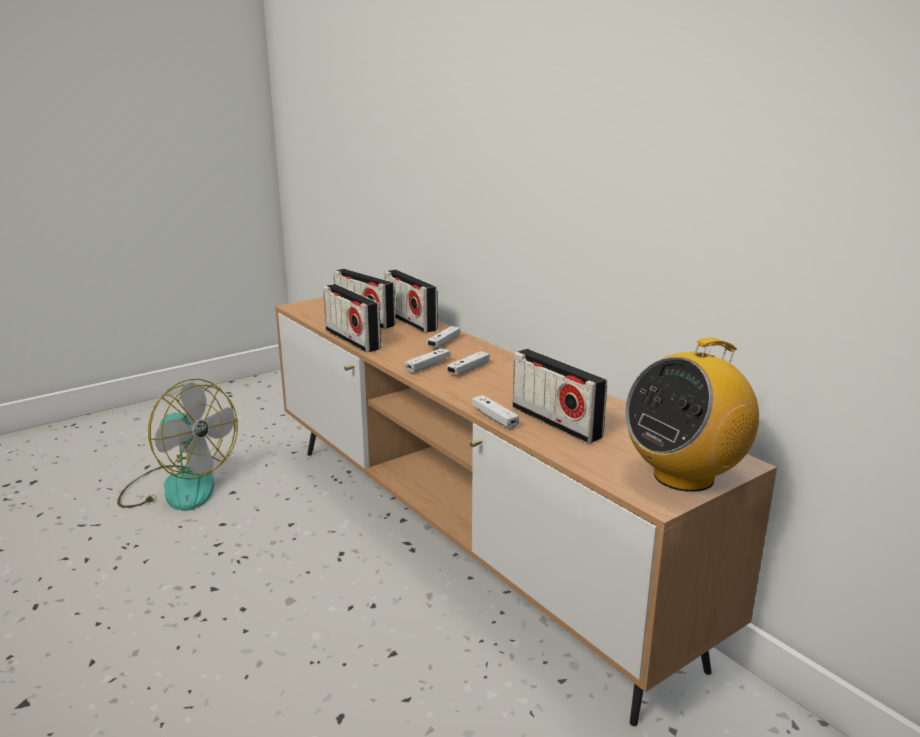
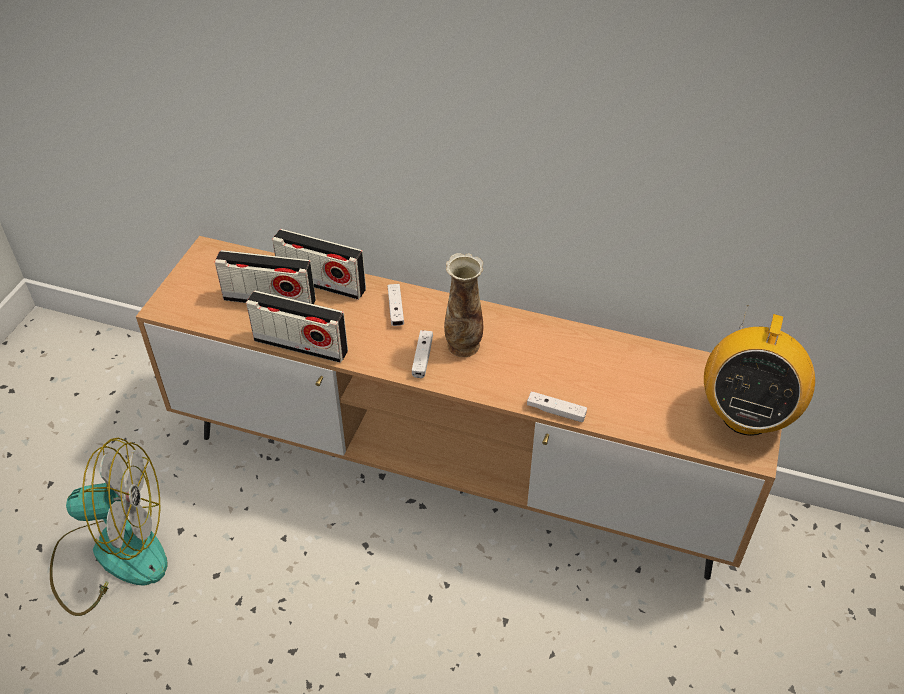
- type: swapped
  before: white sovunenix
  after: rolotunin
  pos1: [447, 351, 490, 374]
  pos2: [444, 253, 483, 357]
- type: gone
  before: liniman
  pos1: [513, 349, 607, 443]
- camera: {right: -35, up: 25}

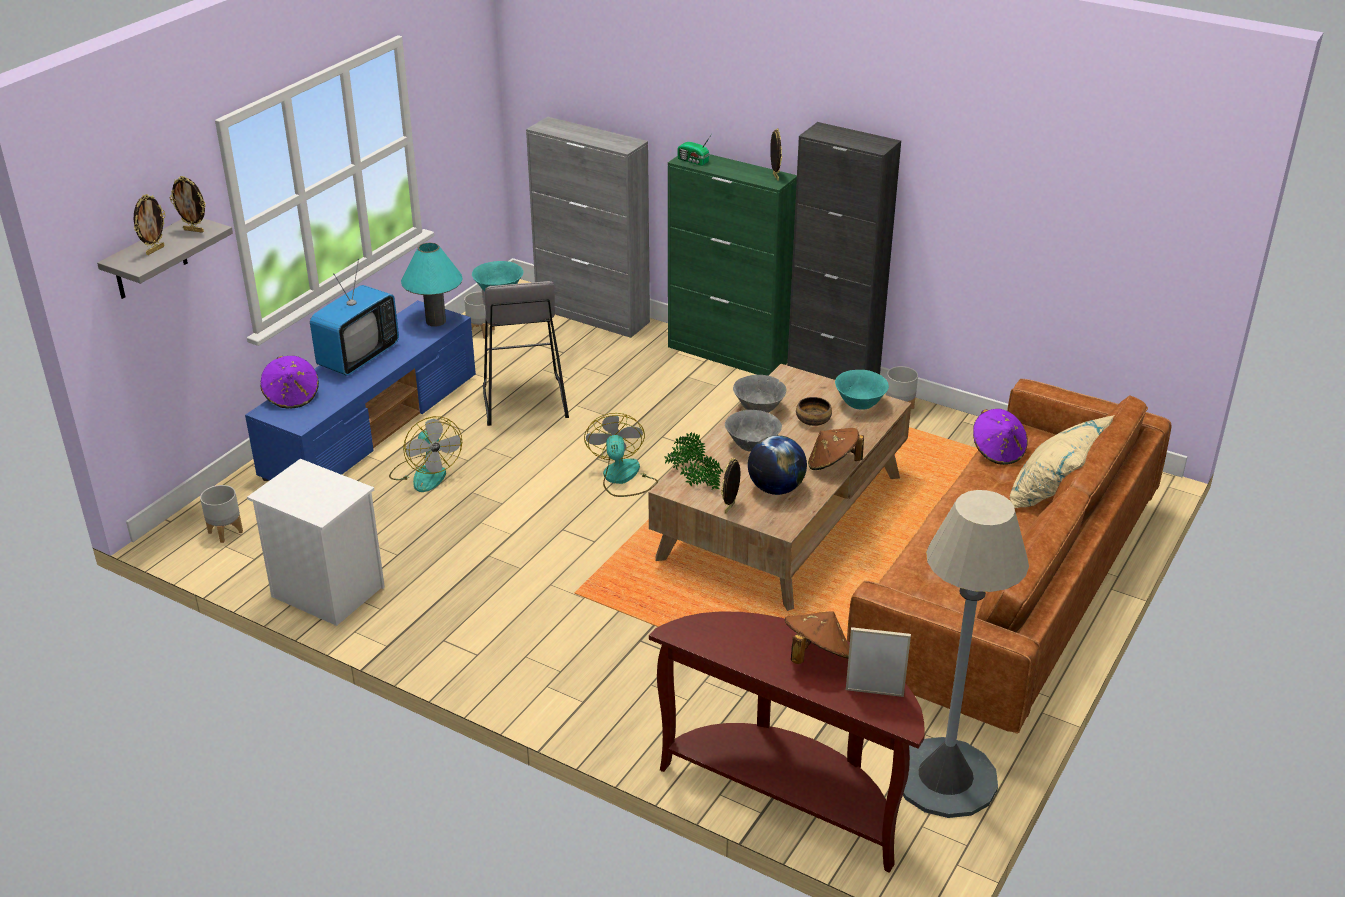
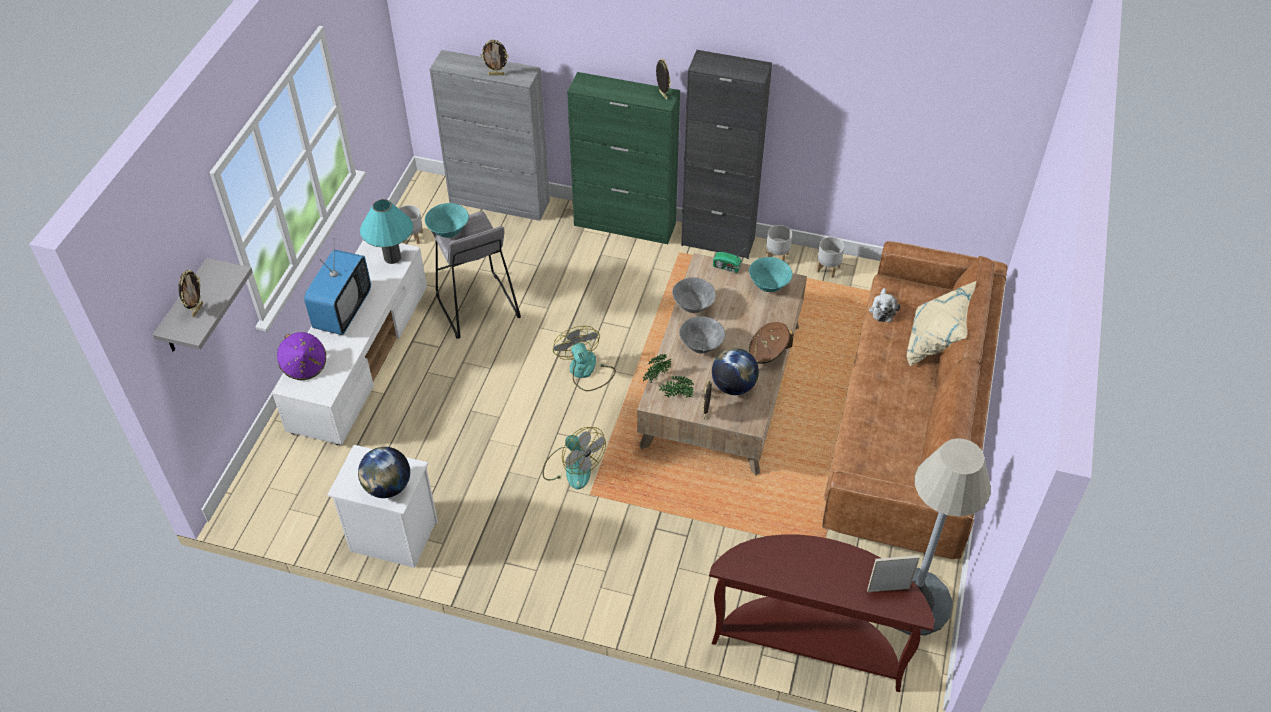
- type: repainted
  before: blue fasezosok
  after: white fasezosok
  pos1: [245, 300, 476, 481]
  pos2: [272, 241, 427, 445]
- type: new
  after: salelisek
  pos2: [358, 447, 410, 498]
- type: shifted
  before: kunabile
  pos1: [170, 176, 205, 233]
  pos2: [481, 40, 509, 75]
- type: shifted
  before: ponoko
  pos1: [389, 416, 462, 492]
  pos2: [543, 427, 606, 489]
- type: shifted
  before: liniman
  pos1: [677, 135, 711, 166]
  pos2: [713, 249, 744, 273]
- type: shifted
  before: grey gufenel
  pos1: [200, 485, 243, 543]
  pos2: [816, 237, 845, 278]
- type: swapped
  before: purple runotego
  after: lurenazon
  pos1: [973, 409, 1028, 465]
  pos2: [869, 288, 900, 322]
- type: gone
  before: brown runotego
  pos1: [785, 611, 849, 664]
- type: gone
  before: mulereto
  pos1: [796, 397, 832, 426]
- camera: {right: -15, up: 15}

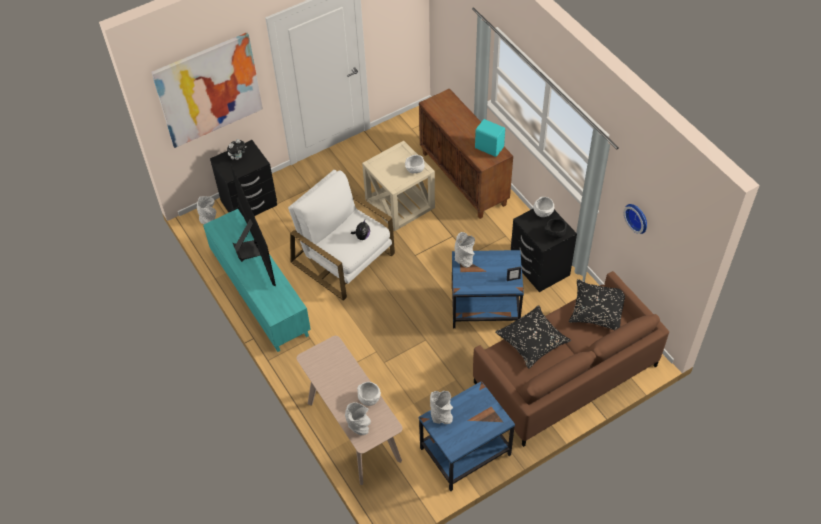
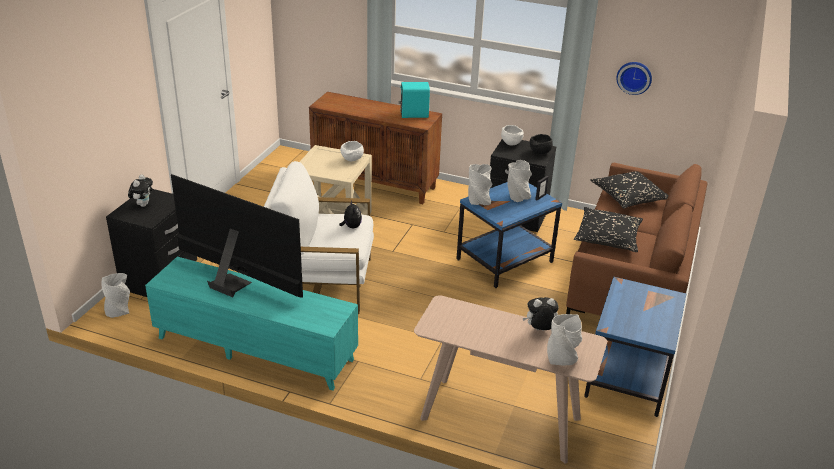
- type: shifted
  before: grey rolotunin
  pos1: [430, 391, 453, 424]
  pos2: [508, 160, 532, 202]
- type: swapped
  before: white mulereto
  after: lurenazon
  pos1: [357, 382, 381, 406]
  pos2: [523, 297, 559, 331]
- type: gone
  before: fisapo
  pos1: [151, 32, 263, 148]
- camera: {right: -40, up: -20}

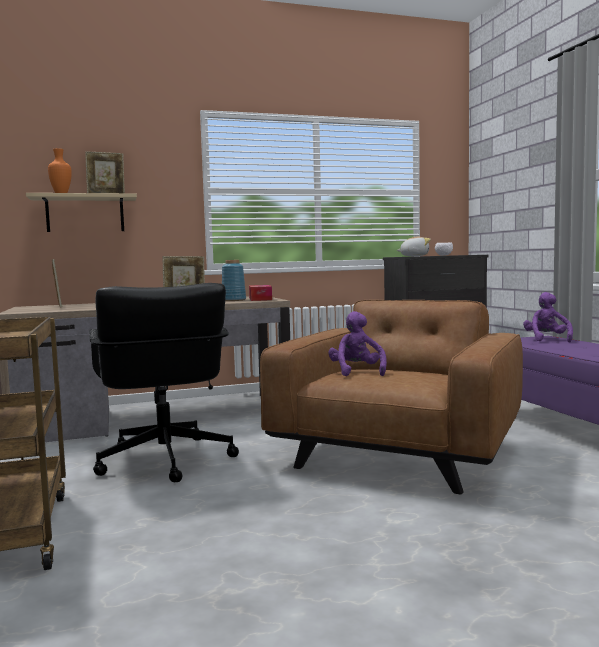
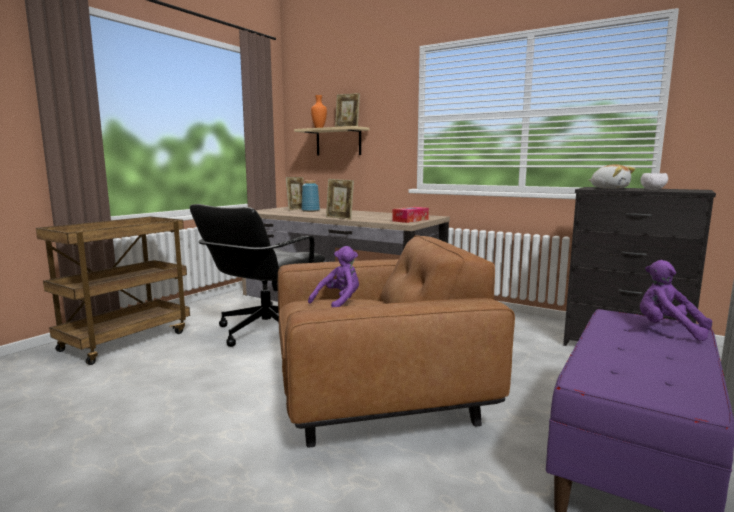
- type: shifted
  before: blue rolotunin
  pos1: [222, 260, 246, 301]
  pos2: [301, 181, 320, 212]
- type: rotated
  before: purple lurenazon
  pos1: [523, 292, 573, 343]
  pos2: [640, 260, 712, 341]
  turn: -105
- camera: {right: 50, up: 5}

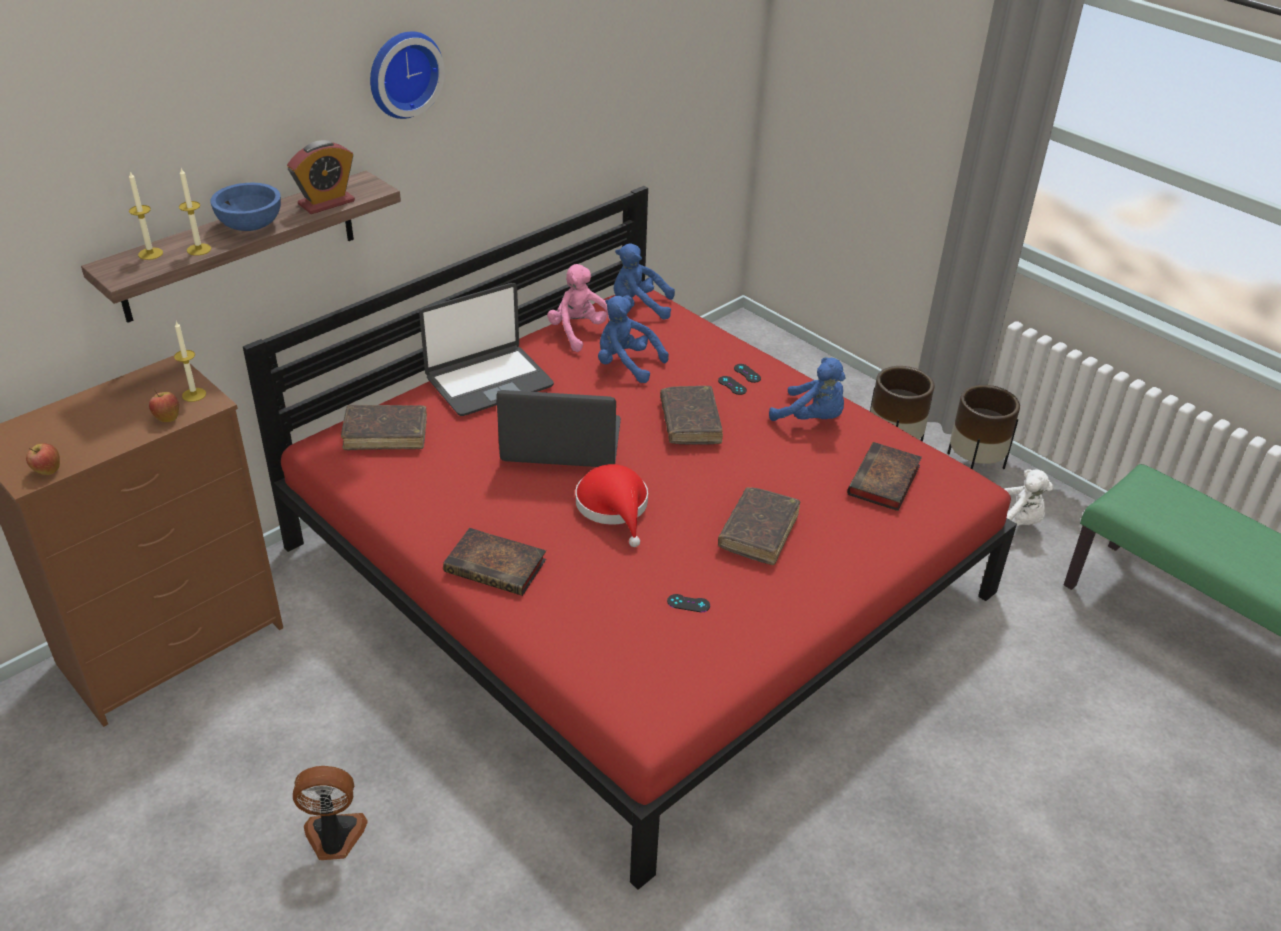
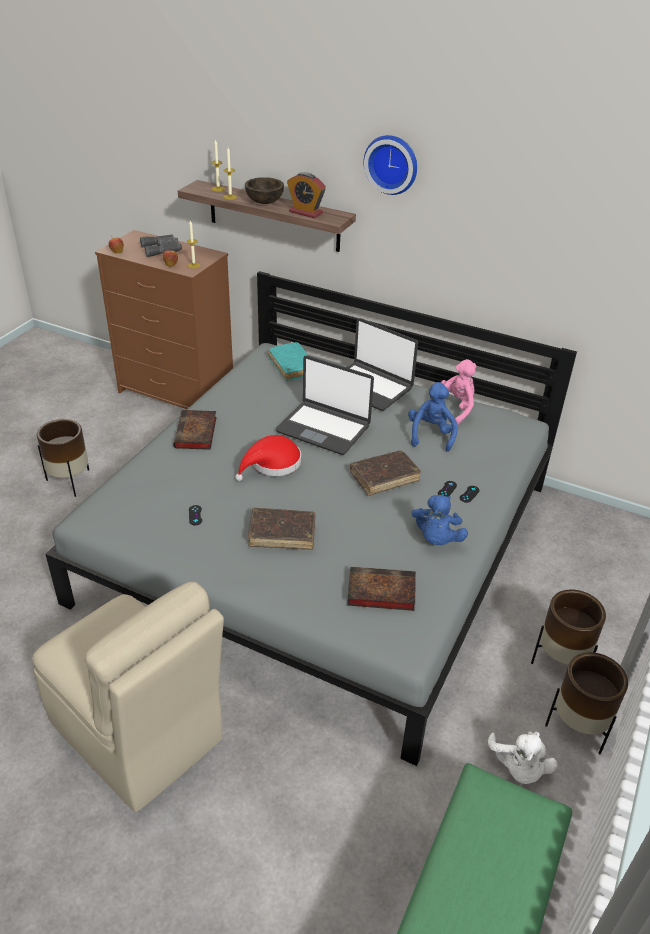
- type: new
  after: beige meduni
  pos2: [33, 582, 224, 812]
- type: swapped
  before: ponoko
  after: brown gufenel
  pos1: [293, 766, 368, 860]
  pos2: [37, 419, 89, 497]
- type: repainted
  before: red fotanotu
  after: grey fotanotu
  pos1: [243, 186, 1017, 890]
  pos2: [45, 271, 577, 766]
- type: new
  after: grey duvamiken
  pos2: [140, 234, 182, 257]
- type: repainted
  before: blue mulereto
  after: brown mulereto
  pos1: [210, 183, 281, 231]
  pos2: [245, 177, 284, 204]
- type: repainted
  before: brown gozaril
  after: turquoise gozaril
  pos1: [341, 405, 427, 450]
  pos2: [268, 342, 309, 381]
- type: rotated
  before: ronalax
  pos1: [496, 390, 621, 467]
  pos2: [276, 356, 374, 455]
  turn: 135
- type: gone
  before: blue lurenazon
  pos1: [614, 244, 675, 320]
- camera: {right: 70, up: 0}

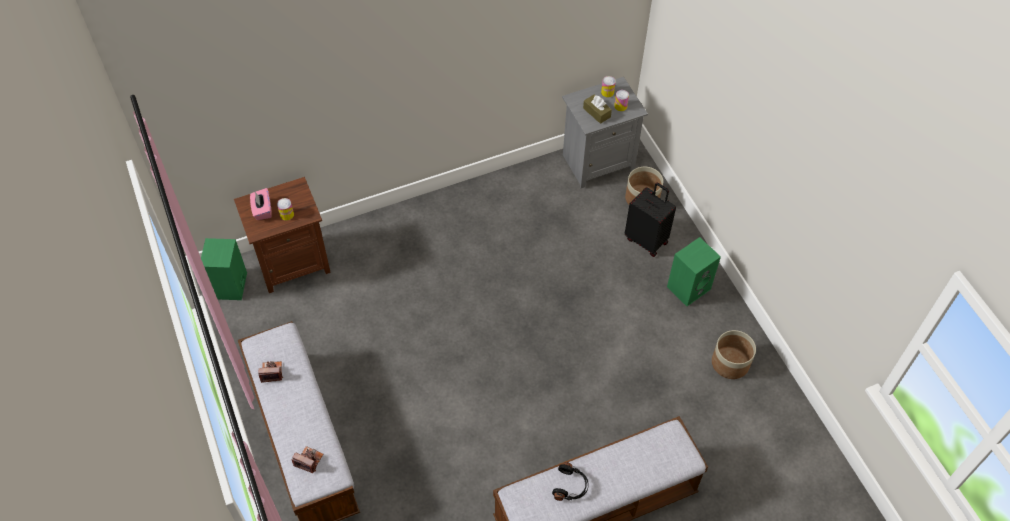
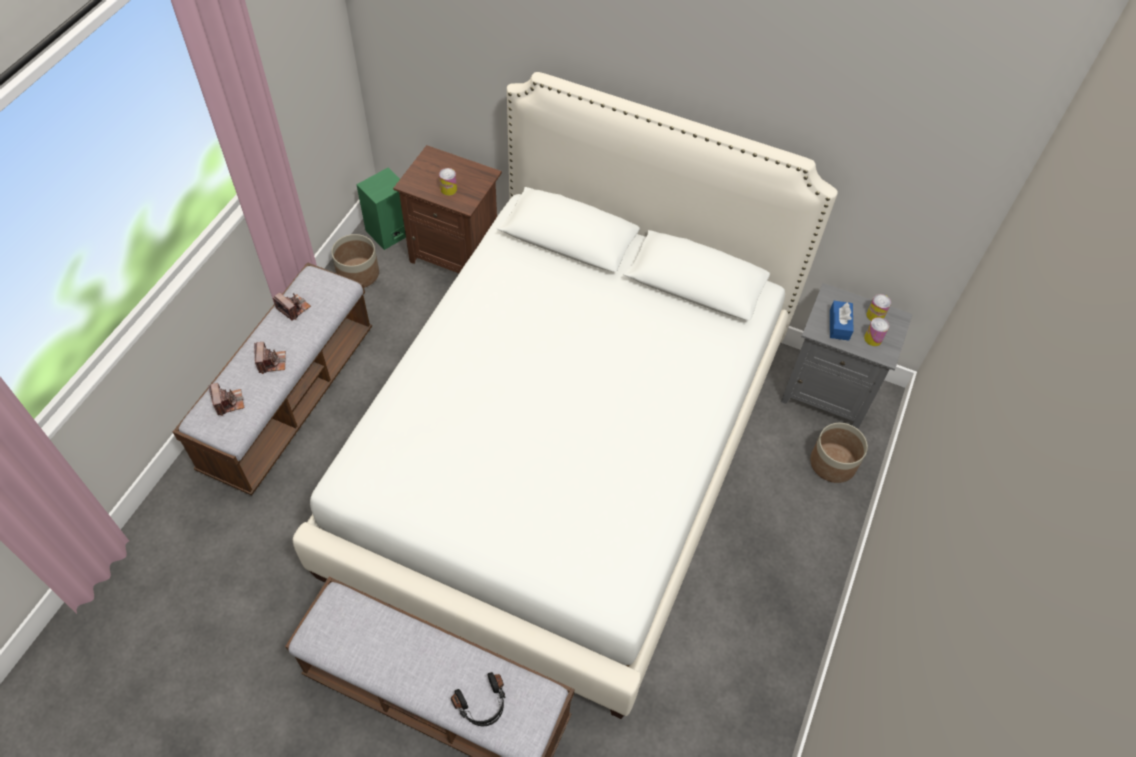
- type: new
  after: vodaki
  pos2: [254, 342, 286, 374]
- type: new
  after: white fotanotu
  pos2: [293, 72, 838, 719]
- type: shifted
  before: gufenel
  pos1: [712, 330, 756, 379]
  pos2: [331, 234, 379, 288]
- type: shifted
  before: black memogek
  pos1: [552, 462, 589, 501]
  pos2: [451, 672, 506, 726]
- type: repainted
  before: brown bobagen
  after: blue bobagen
  pos1: [583, 94, 612, 124]
  pos2: [830, 301, 854, 341]
- type: gone
  before: pink bobagen
  pos1: [250, 188, 272, 220]
- type: gone
  before: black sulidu
  pos1: [625, 183, 676, 257]
- type: gone
  before: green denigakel
  pos1: [667, 237, 721, 306]
- camera: {right: 45, up: 0}

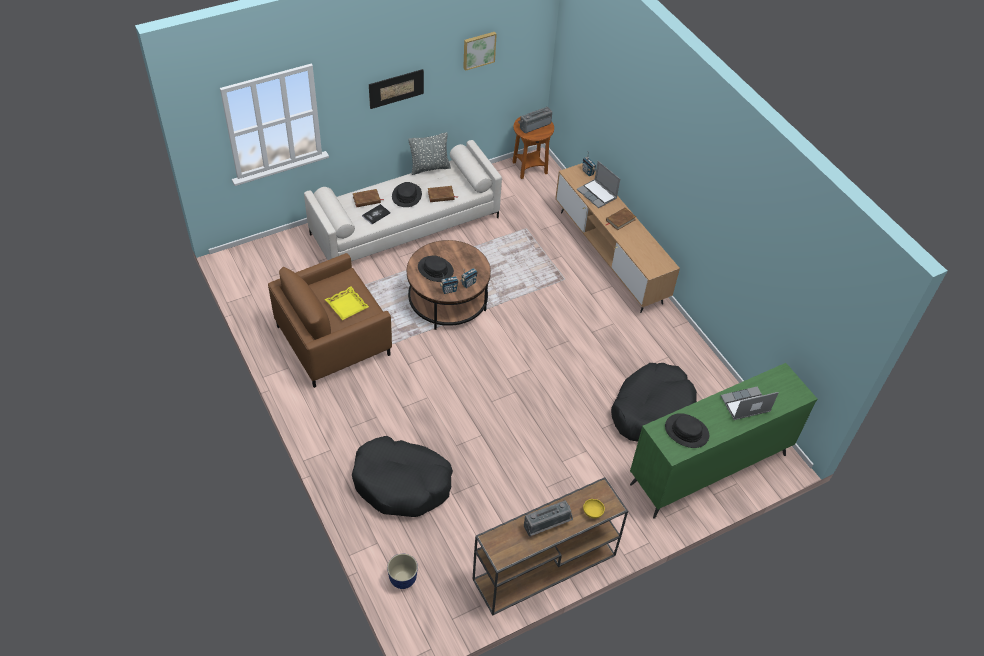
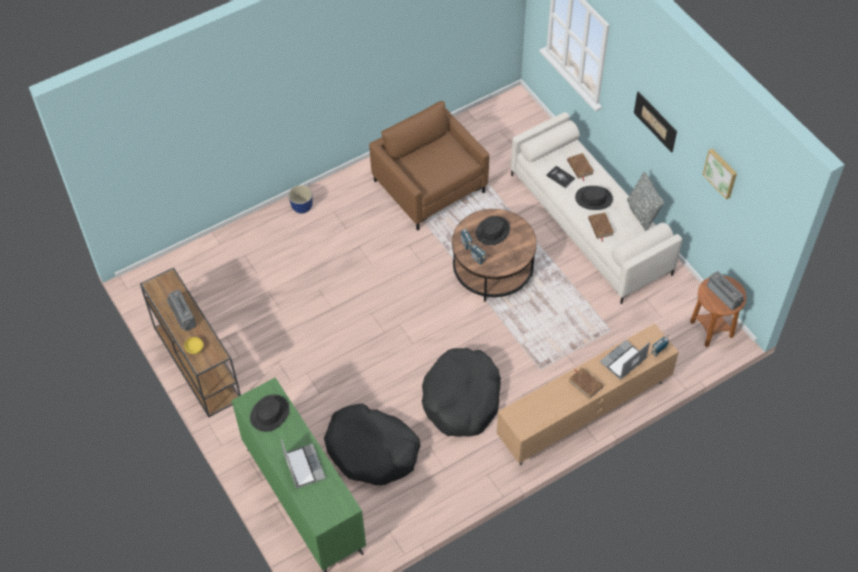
- type: shifted
  before: gufenel
  pos1: [387, 554, 418, 589]
  pos2: [288, 185, 313, 213]
- type: shifted
  before: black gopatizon
  pos1: [352, 436, 453, 517]
  pos2: [422, 348, 501, 437]
- type: gone
  before: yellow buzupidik
  pos1: [325, 287, 369, 320]
- camera: {right: 90, up: 5}

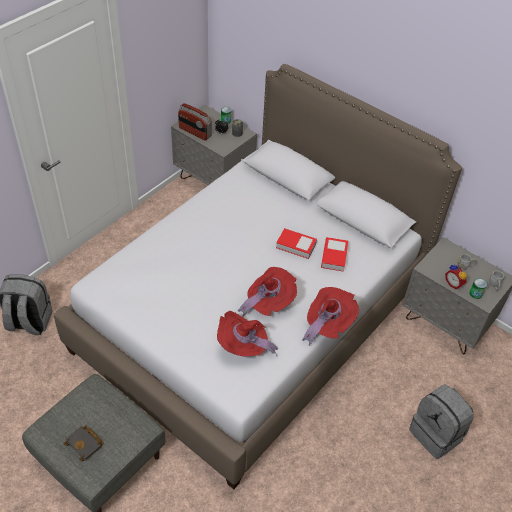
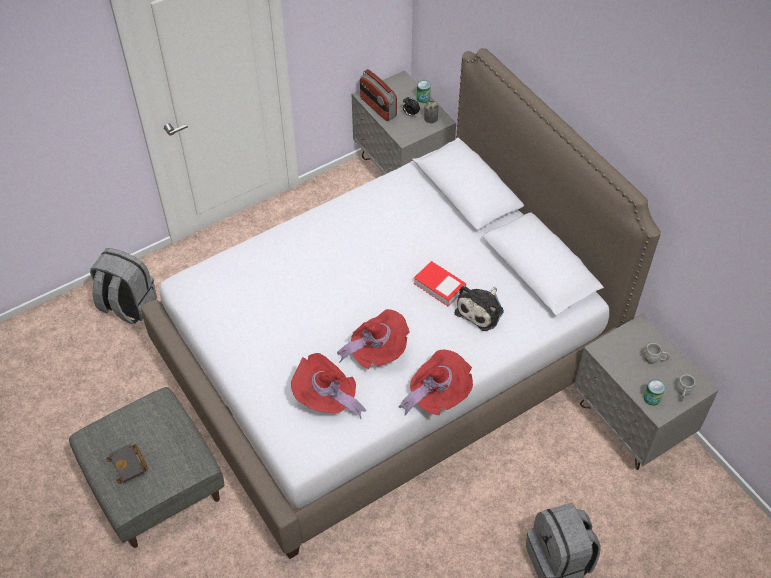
- type: swapped
  before: gozaril
  after: lurenazon
  pos1: [321, 237, 348, 272]
  pos2: [455, 286, 504, 331]
- type: gone
  before: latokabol
  pos1: [445, 264, 467, 289]
- camera: {right: 20, up: 5}

